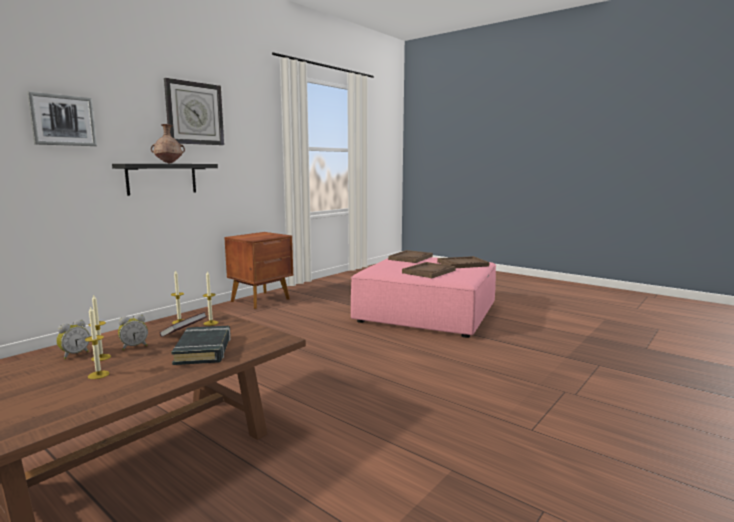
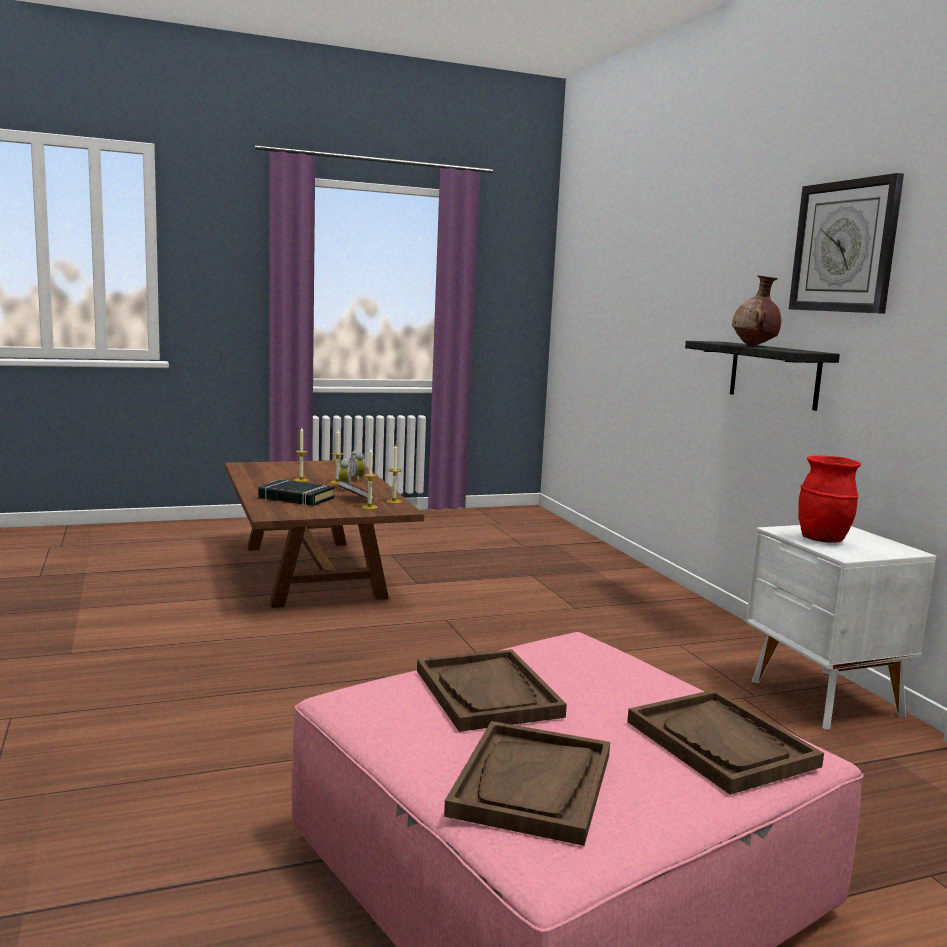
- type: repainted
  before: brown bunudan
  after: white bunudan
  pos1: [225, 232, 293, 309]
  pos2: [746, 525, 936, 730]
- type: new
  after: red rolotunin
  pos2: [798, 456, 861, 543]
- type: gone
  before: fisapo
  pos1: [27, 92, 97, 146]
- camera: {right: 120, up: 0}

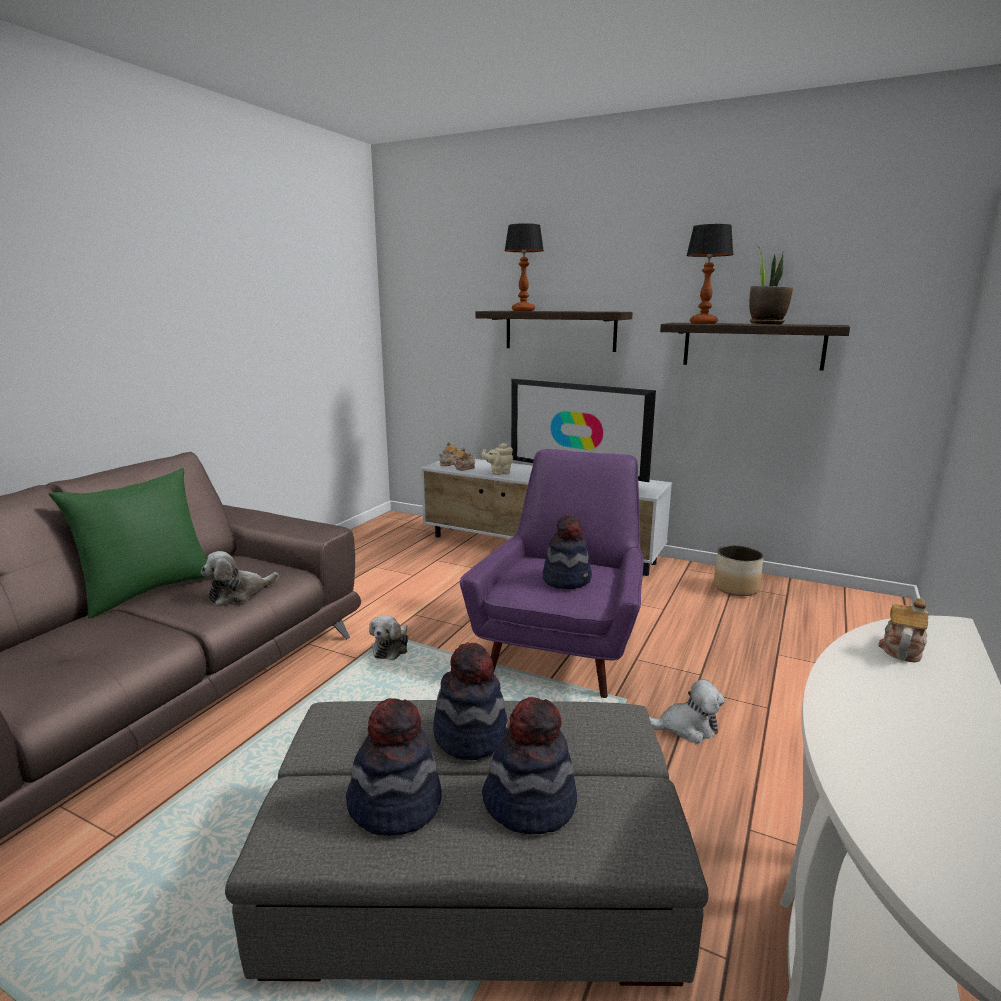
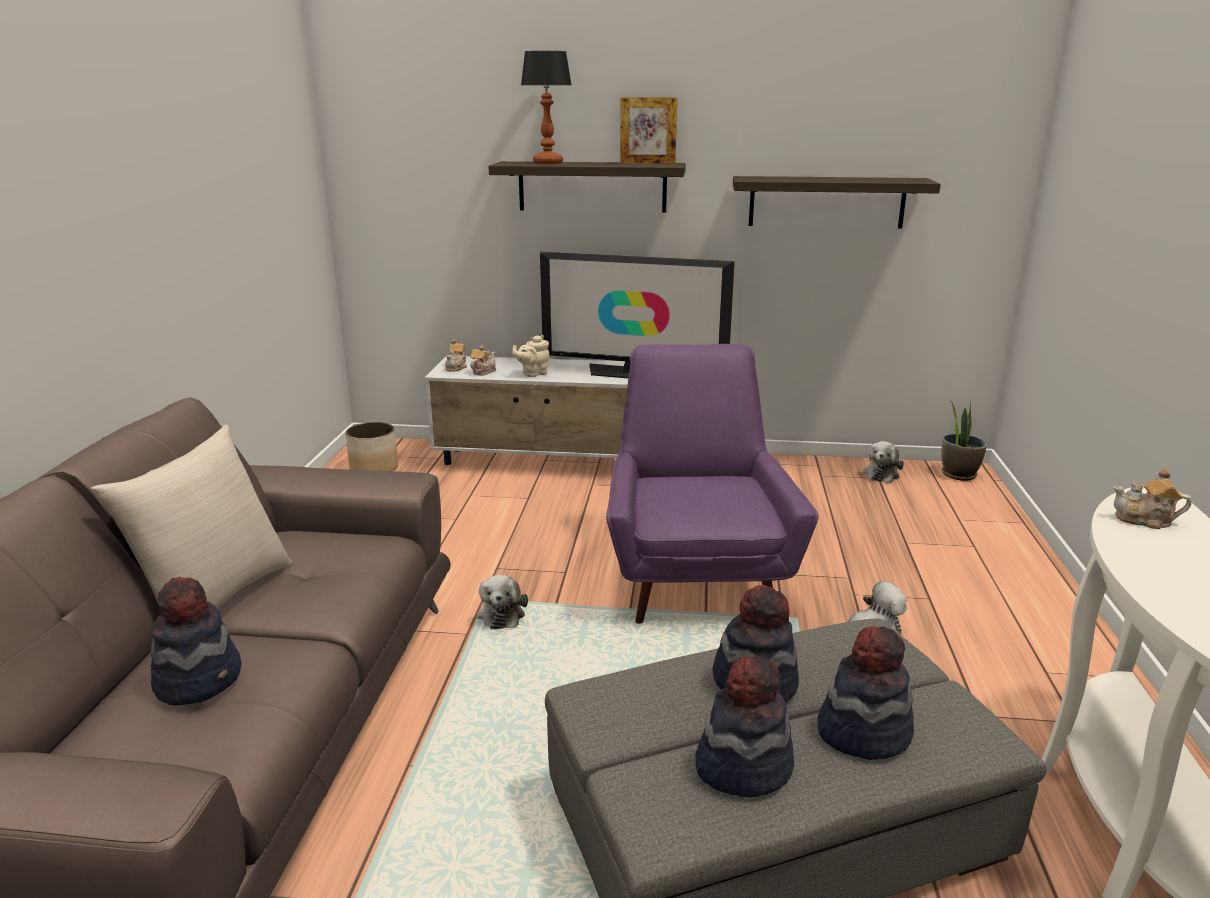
- type: repainted
  before: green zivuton
  after: beige zivuton
  pos1: [49, 468, 207, 618]
  pos2: [91, 425, 292, 608]
- type: shifted
  before: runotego
  pos1: [542, 514, 592, 589]
  pos2: [150, 576, 241, 706]
- type: shifted
  before: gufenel
  pos1: [714, 545, 764, 596]
  pos2: [346, 422, 398, 471]
- type: new
  after: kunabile
  pos2: [620, 97, 677, 164]
- type: shifted
  before: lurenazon
  pos1: [201, 551, 279, 607]
  pos2: [863, 441, 904, 483]
- type: shifted
  before: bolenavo
  pos1: [749, 246, 793, 324]
  pos2: [942, 401, 987, 481]
- type: rotated
  before: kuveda
  pos1: [878, 598, 928, 662]
  pos2: [1113, 469, 1192, 529]
  turn: -90
- type: gone
  before: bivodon
  pos1: [686, 224, 734, 324]
- camera: {right: -20, up: 5}

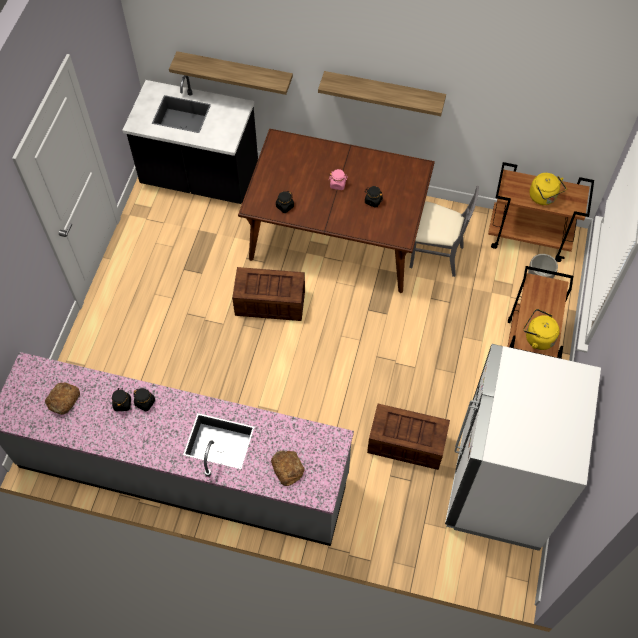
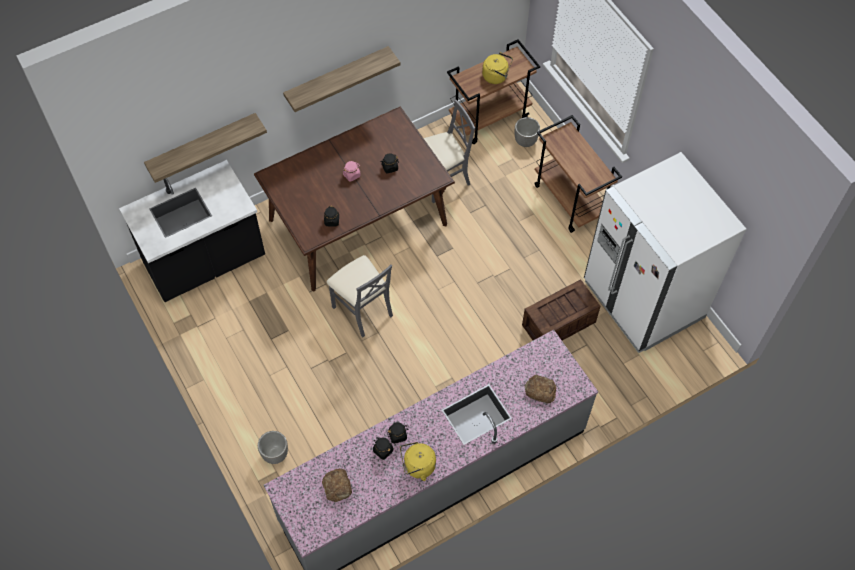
- type: new
  after: gufenel
  pos2: [258, 431, 288, 464]
- type: swapped
  before: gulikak
  after: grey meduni
  pos1: [232, 267, 305, 321]
  pos2: [327, 255, 393, 337]
- type: shifted
  before: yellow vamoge
  pos1: [524, 309, 560, 350]
  pos2: [400, 442, 436, 481]
- camera: {right: -45, up: 0}

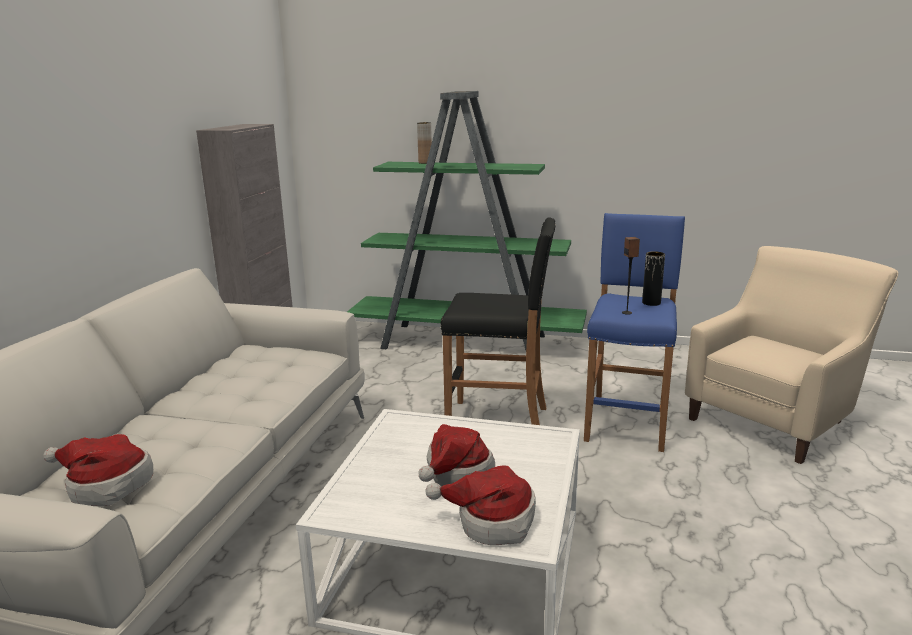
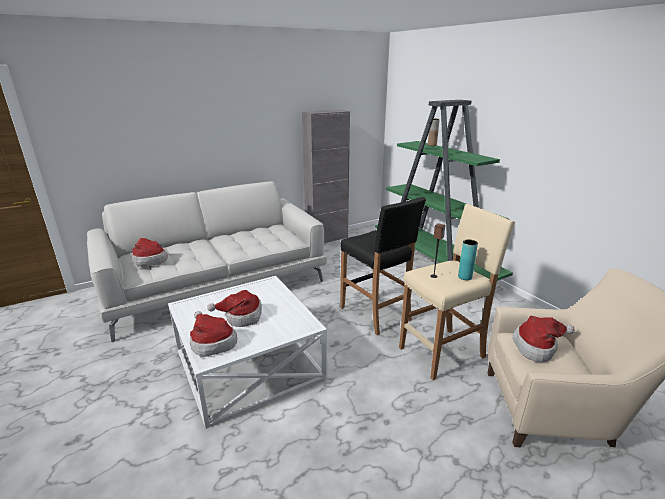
- type: repainted
  before: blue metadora
  after: beige metadora
  pos1: [584, 213, 685, 452]
  pos2: [399, 204, 515, 380]
- type: repainted
  before: black rolotunin
  after: turquoise rolotunin
  pos1: [642, 251, 665, 306]
  pos2: [458, 239, 478, 280]
- type: new
  after: runotego
  pos2: [512, 316, 575, 362]
- camera: {right: 45, up: 5}

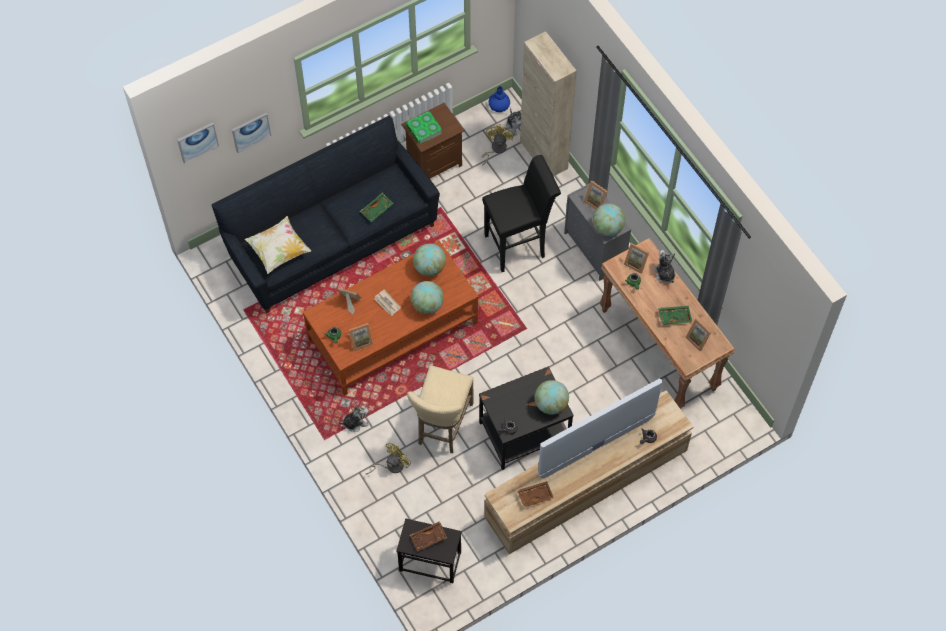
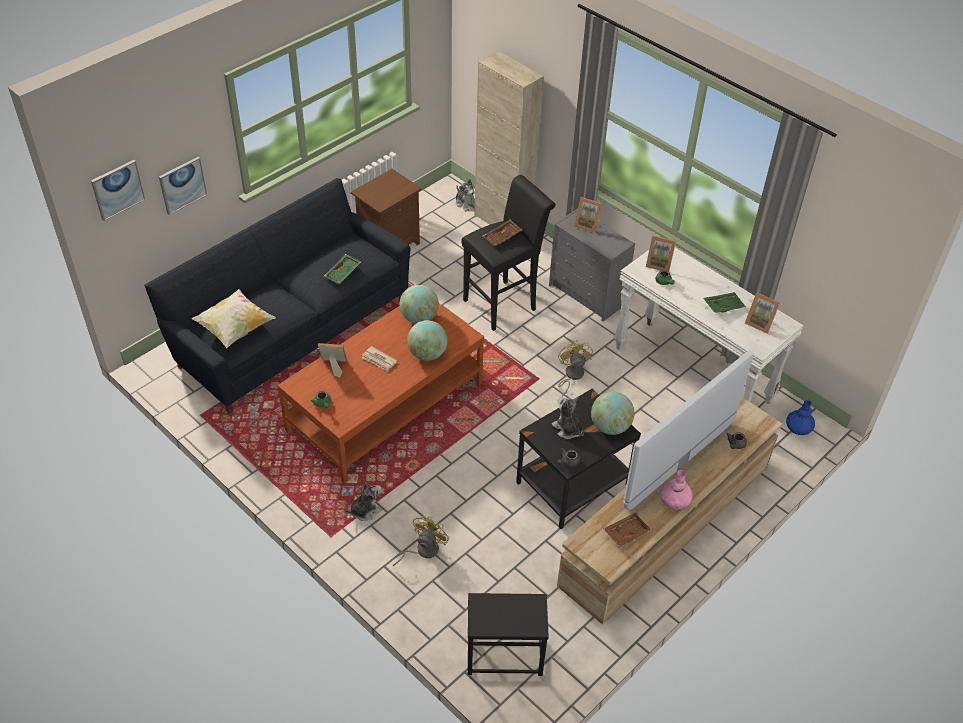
- type: shifted
  before: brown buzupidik
  pos1: [410, 521, 447, 552]
  pos2: [483, 220, 522, 246]
- type: shifted
  before: lurenazon
  pos1: [653, 250, 675, 283]
  pos2: [552, 396, 584, 439]
- type: shifted
  before: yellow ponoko
  pos1: [482, 124, 514, 166]
  pos2: [558, 340, 593, 397]
- type: repainted
  before: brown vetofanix
  after: white vetofanix
  pos1: [600, 238, 735, 409]
  pos2: [614, 247, 804, 404]
- type: new
  after: pink rolotunin
  pos2: [660, 470, 693, 510]
- type: shifted
  before: blue rolotunin
  pos1: [489, 86, 510, 112]
  pos2: [786, 400, 815, 435]
- type: gone
  before: kunabile
  pos1: [348, 323, 373, 351]
- type: gone
  before: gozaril
  pos1: [406, 111, 442, 145]
- type: gone
  before: beige metadora
  pos1: [407, 365, 474, 453]
- type: gone
  before: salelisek
  pos1: [592, 203, 625, 236]
- camera: {right: -15, up: -15}

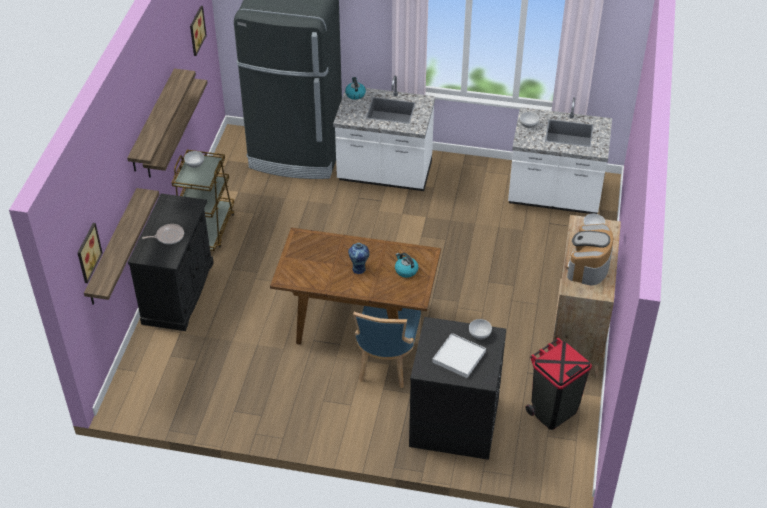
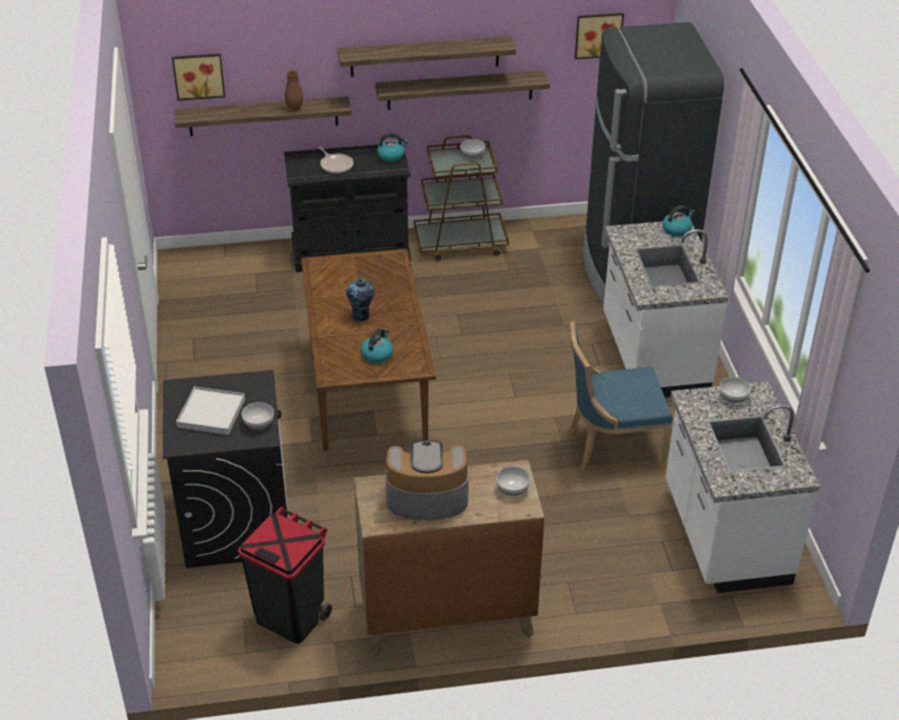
- type: new
  after: brown rolotunin
  pos2: [285, 70, 303, 111]
- type: new
  after: vamoge
  pos2: [377, 133, 408, 162]
- type: shifted
  before: blue meduni
  pos1: [353, 306, 421, 388]
  pos2: [569, 321, 672, 471]
- camera: {right: 70, up: -5}

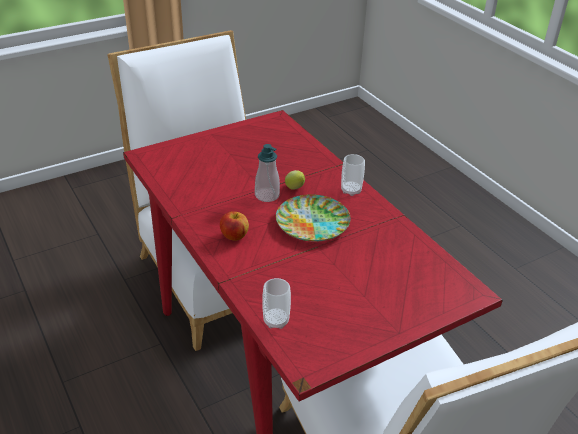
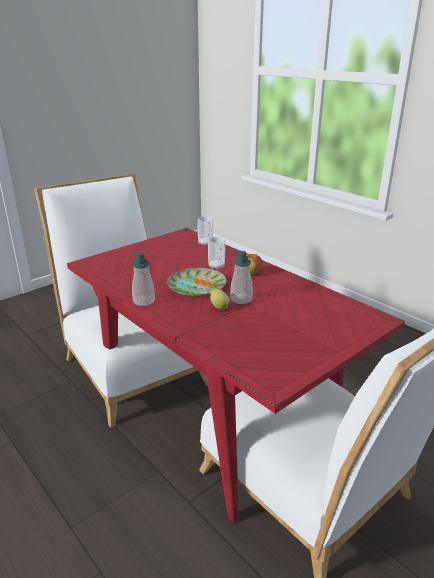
- type: new
  after: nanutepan
  pos2: [131, 252, 155, 306]
- type: shifted
  before: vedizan
  pos1: [341, 154, 365, 196]
  pos2: [208, 237, 225, 270]
- camera: {right: 170, up: -10}

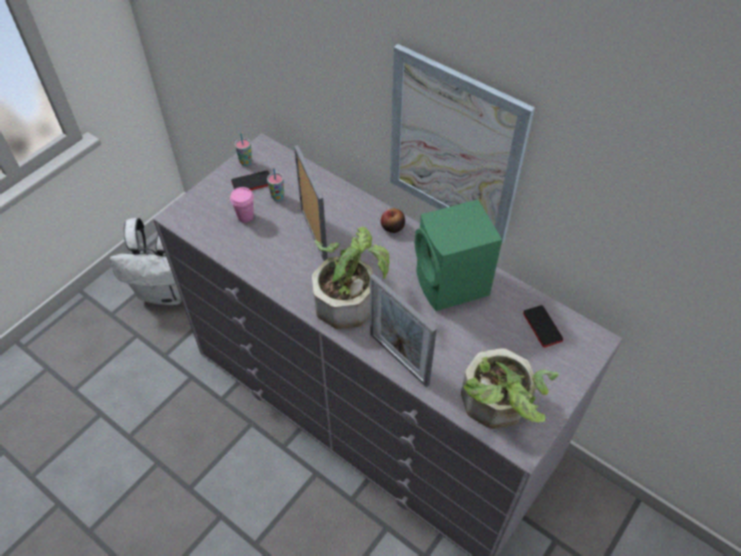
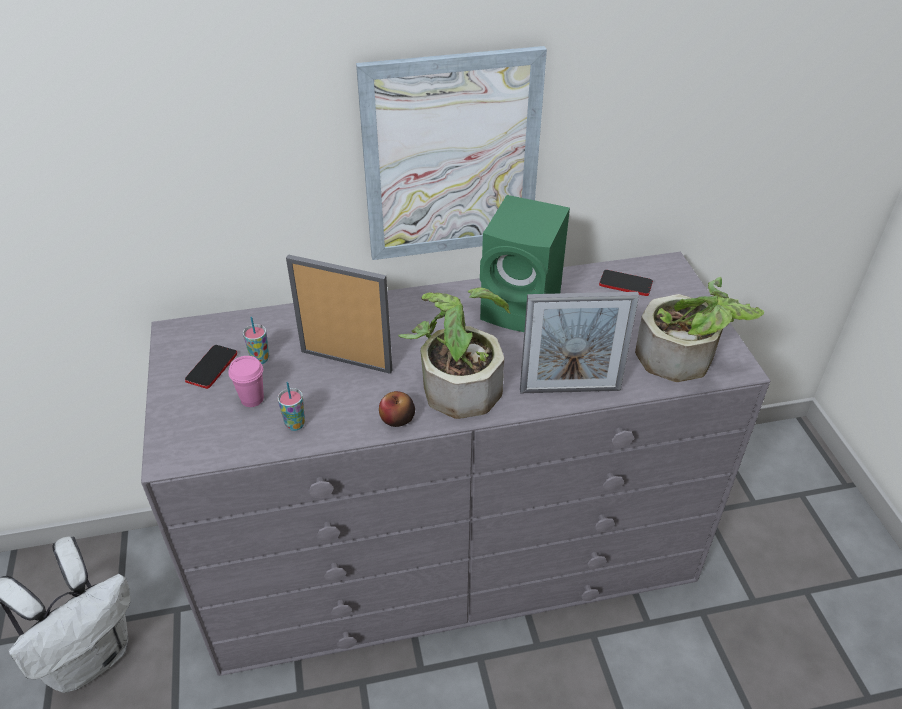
- type: shifted
  before: vedizan
  pos1: [235, 133, 252, 166]
  pos2: [278, 382, 305, 431]
- type: shifted
  before: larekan
  pos1: [381, 208, 405, 233]
  pos2: [379, 391, 415, 427]
- camera: {right: -50, up: -10}

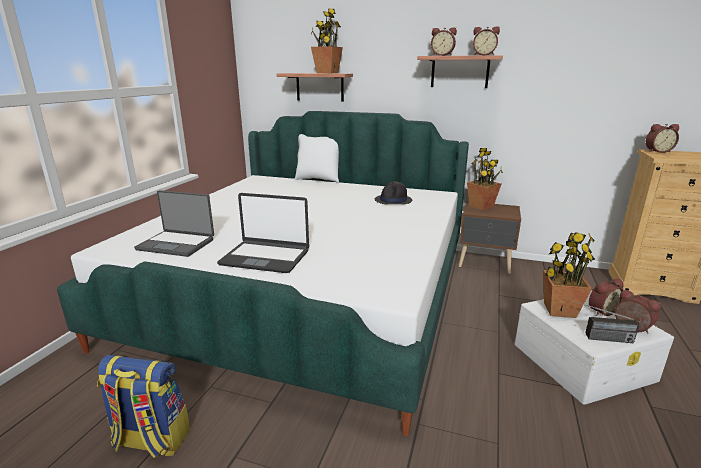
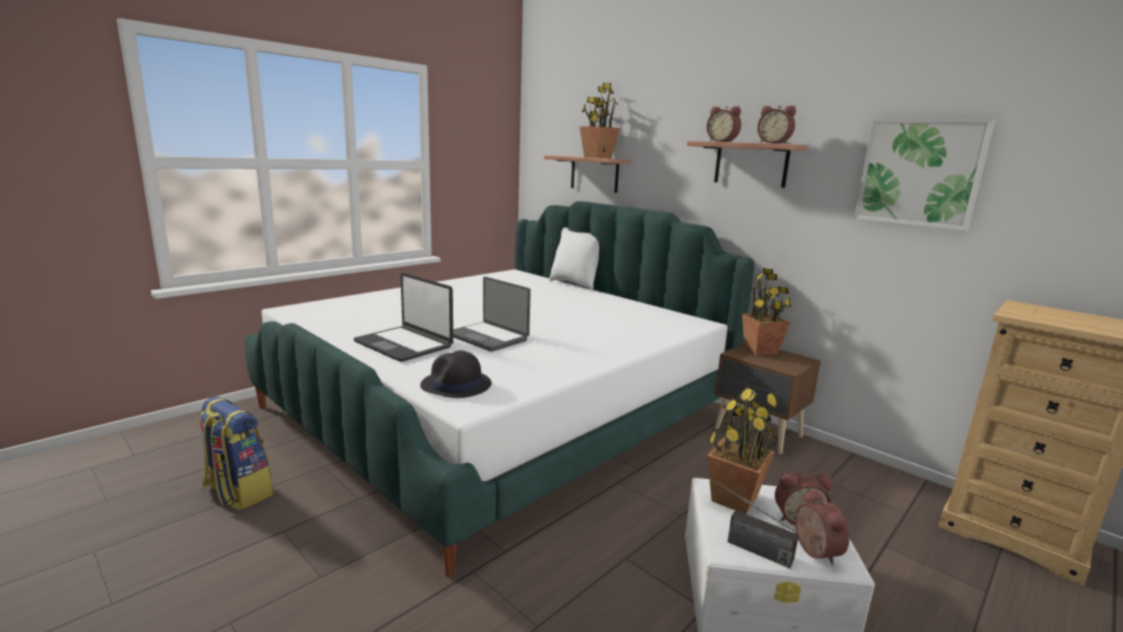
- type: shifted
  before: black runotego
  pos1: [375, 182, 412, 204]
  pos2: [420, 350, 492, 398]
- type: shifted
  before: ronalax
  pos1: [134, 190, 214, 257]
  pos2: [453, 277, 531, 352]
- type: new
  after: fisapo
  pos2: [854, 119, 995, 231]
- type: gone
  before: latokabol
  pos1: [646, 124, 679, 153]
- camera: {right: 25, up: -5}

